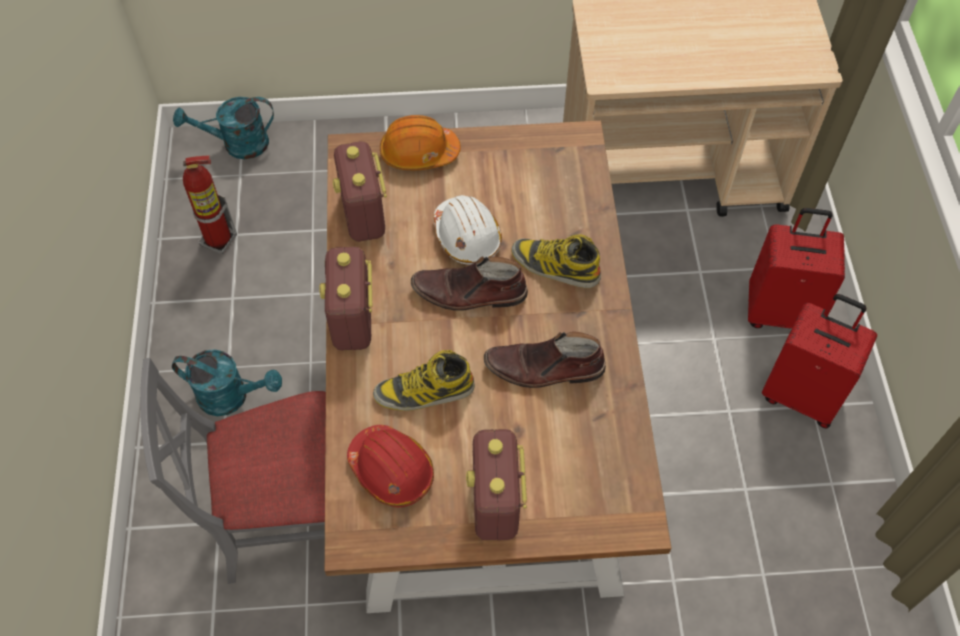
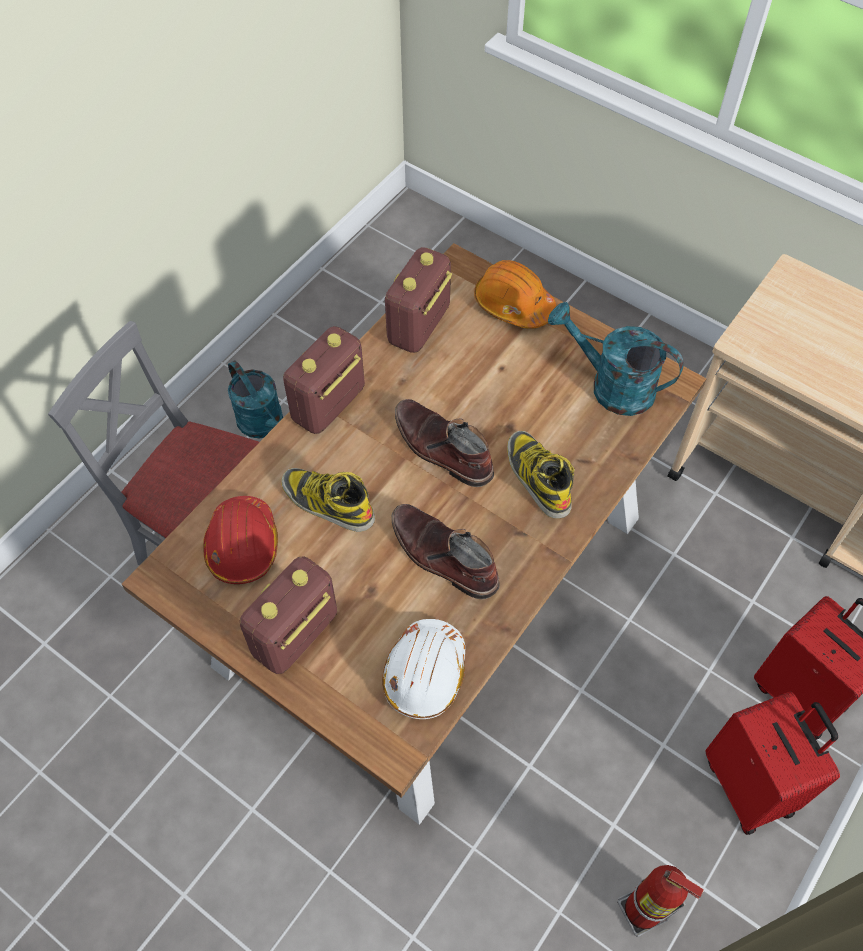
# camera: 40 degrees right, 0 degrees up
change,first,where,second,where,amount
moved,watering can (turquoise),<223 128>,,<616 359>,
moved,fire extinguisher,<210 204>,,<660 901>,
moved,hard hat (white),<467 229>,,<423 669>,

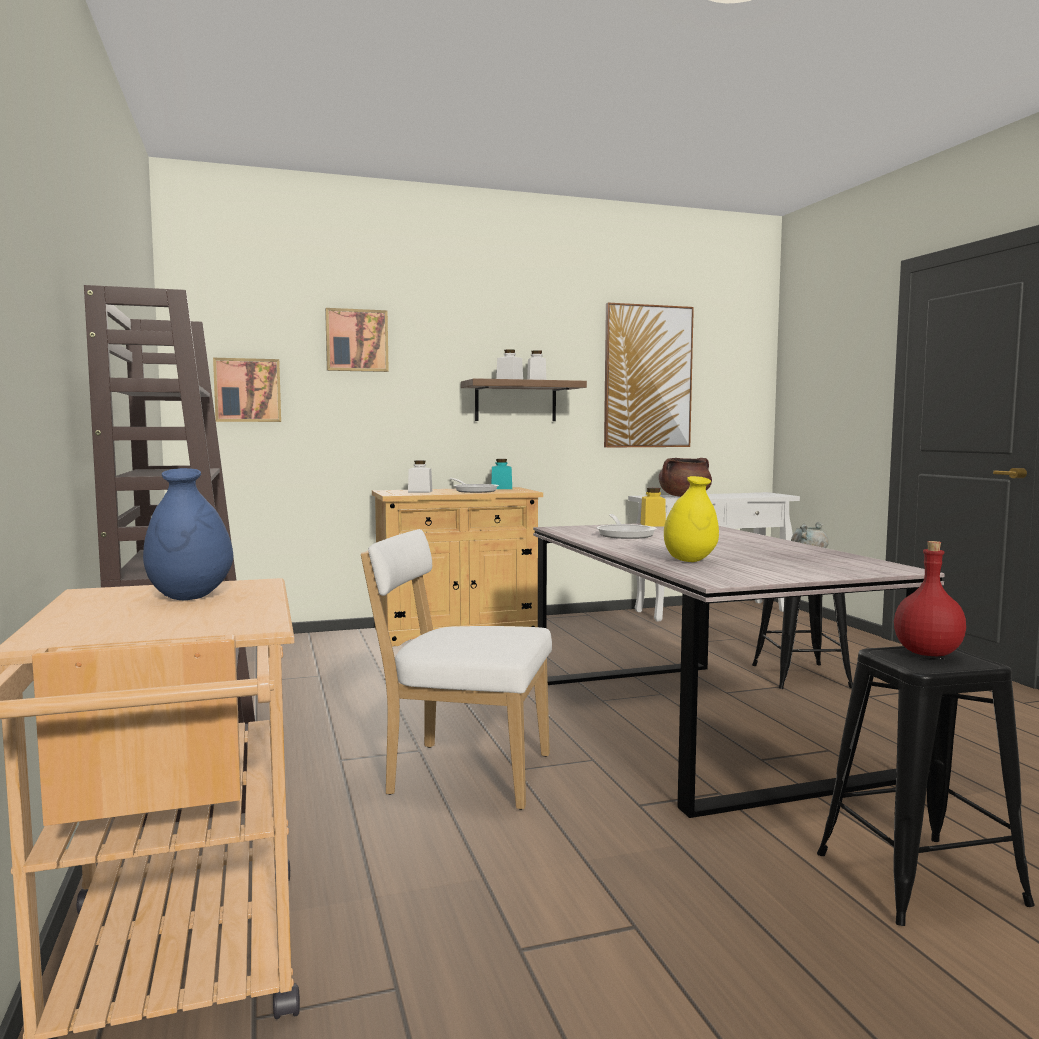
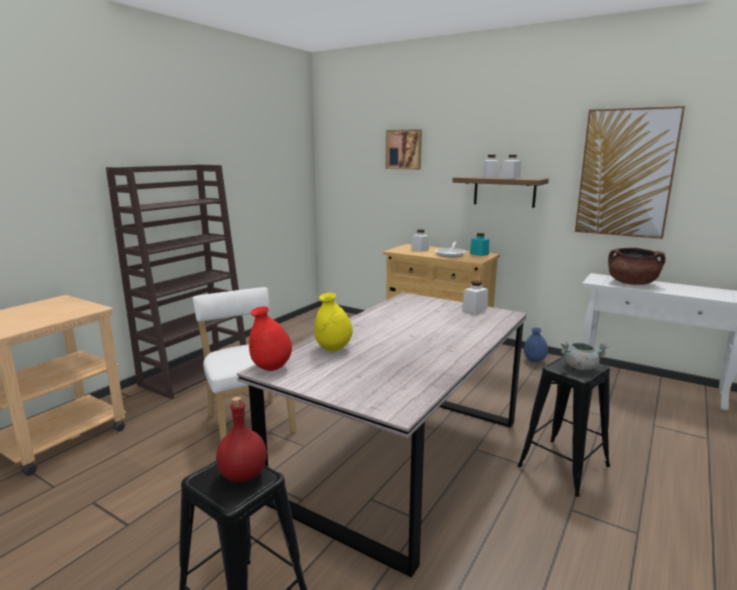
# camera: 50 degrees right, 10 degrees up
change,first,where,second,where,amount
removed,picture,<247 390>,,,
moved,vase (blue),<188 534>,,<536 344>,
recoloured,jar (yellow),<653 507>,jar (white),<475 296>,
removed,frying pan,<626 526>,,,
added,,,vase (red),<270 338>,

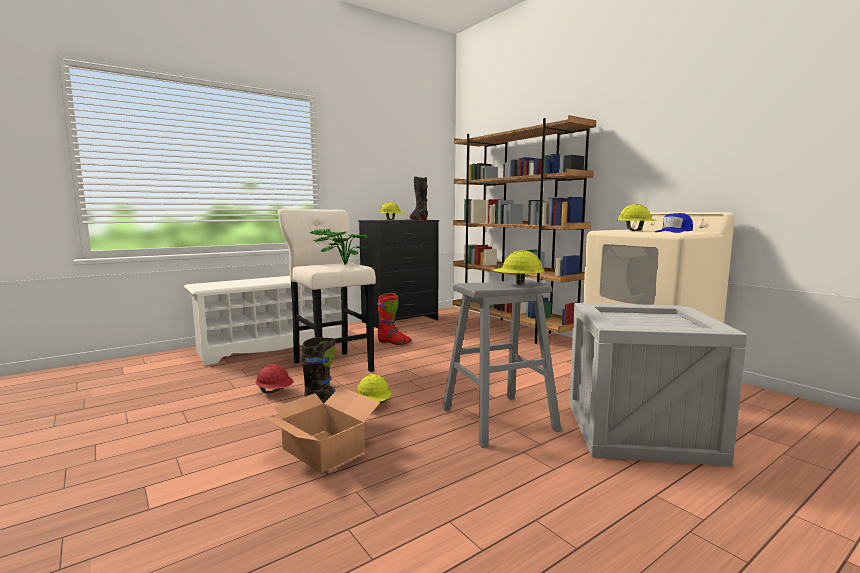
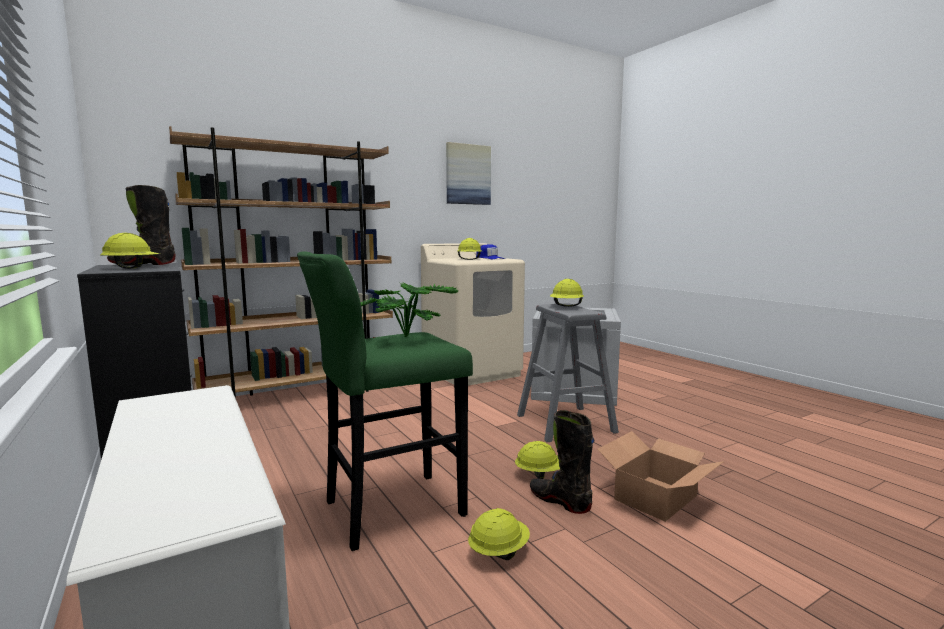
# camera: 85 degrees left, 0 degrees up
change,first,where,second,where,amount
recoloured,stool (beige),<327 290>,stool (green),<385 401>,
removed,boot (red),<394 319>,,,
recoloured,hard hat (red),<275 379>,hard hat (yellow),<499 534>,
added,,,picture,<468 173>,

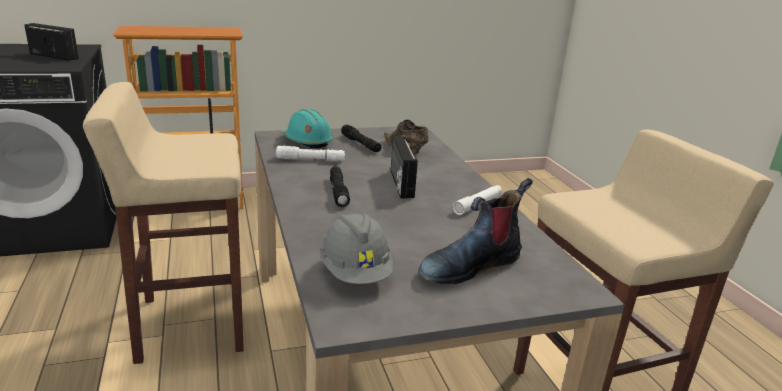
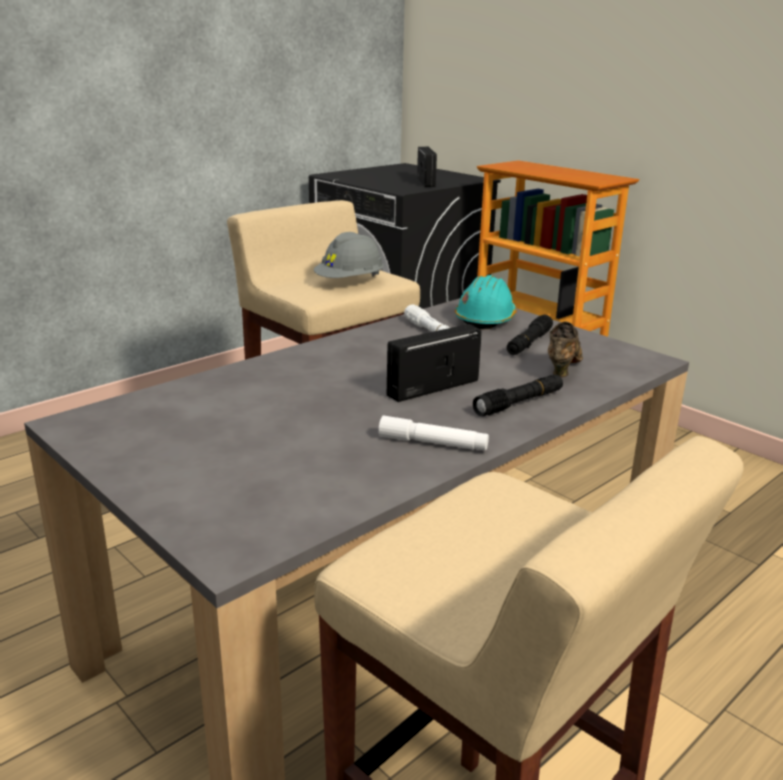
# camera: 65 degrees right, 0 degrees up
change,first,where,second,where,amount
moved,flashlight (black),<340 186>,,<518 395>,
removed,boot,<475 231>,,,
moved,hard hat (grey),<356 248>,,<349 255>,

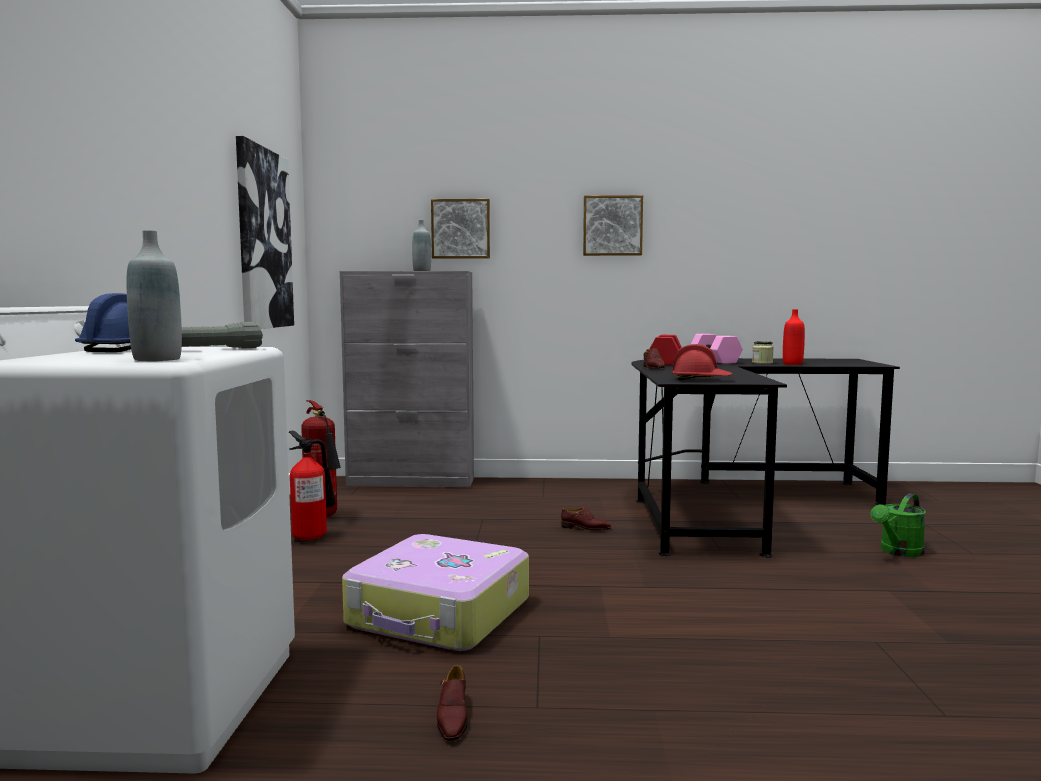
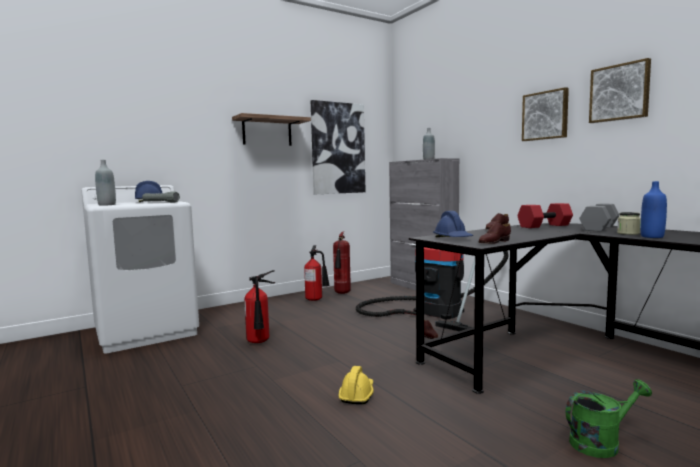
# camera: 55 degrees right, 0 degrees up
change,first,where,second,where,amount
moved,picture,<460 229>,,<620 90>,
recoloured,bottle (red),<794 337>,bottle (blue),<654 209>,
recoloured,dumbbell (pink),<717 349>,dumbbell (grey),<599 217>,
recoloured,hard hat (red),<703 362>,hard hat (blue),<453 224>,
turned,watering can (green),<898 525>,,<609 418>,150 degrees clockwise
replaced,suitcase,<435 592>,fire extinguisher,<259 306>,
moved,shoe (brown),<452 703>,,<494 233>,
added,,,shelf,<271 129>,
added,,,vacuum cleaner,<432 291>,
added,,,hard hat (yellow),<356 385>,

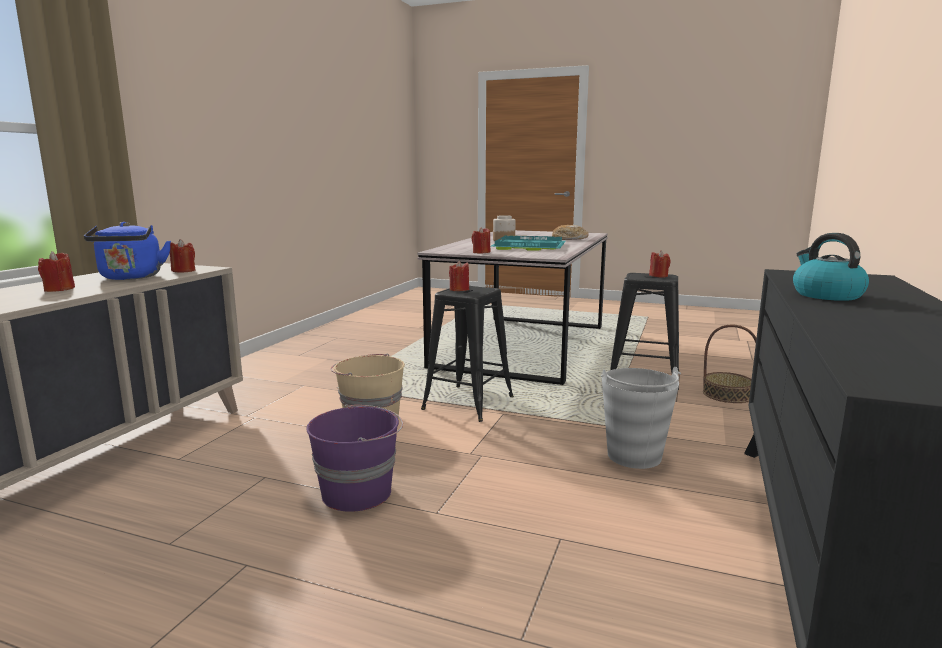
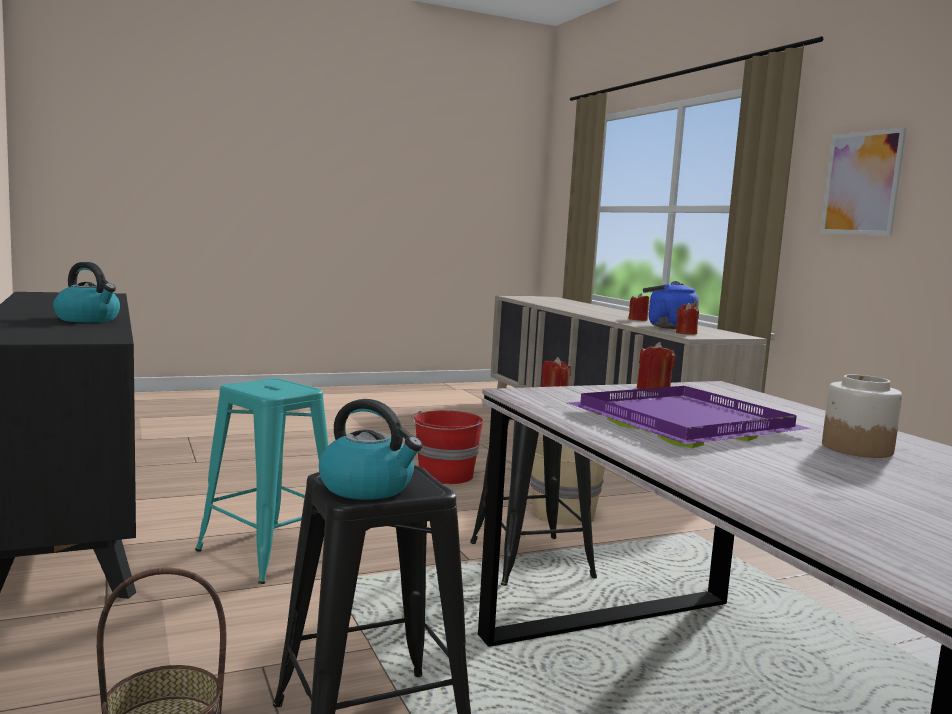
# camera: 135 degrees right, 5 degrees down
change,first,where,second,where,amount
removed,bread,<570 232>,,,
recoloured,tray (turquoise),<528 243>,tray (purple),<689 417>,
replaced,candle (red),<660 263>,kettle,<371 449>,
replaced,bucket (grey),<641 418>,stool (turquoise),<262 481>,
recoloured,bucket (purple),<354 458>,bucket (red),<447 447>,
added,,,picture,<863 181>,

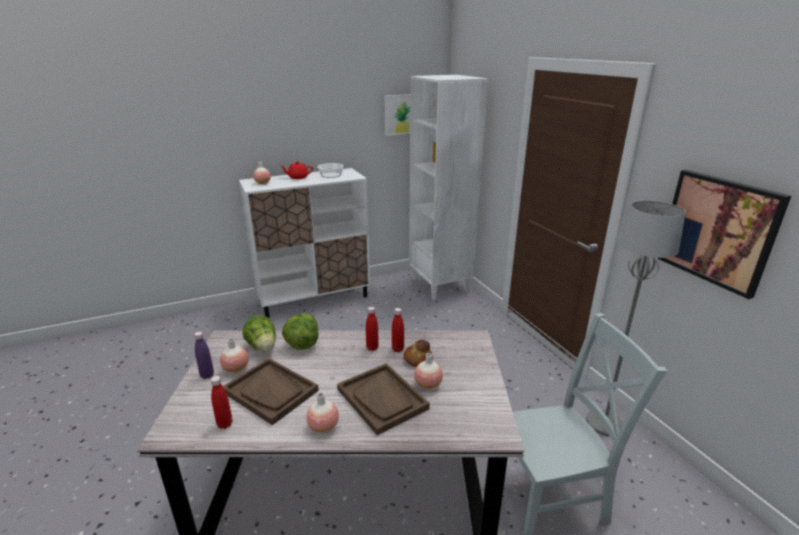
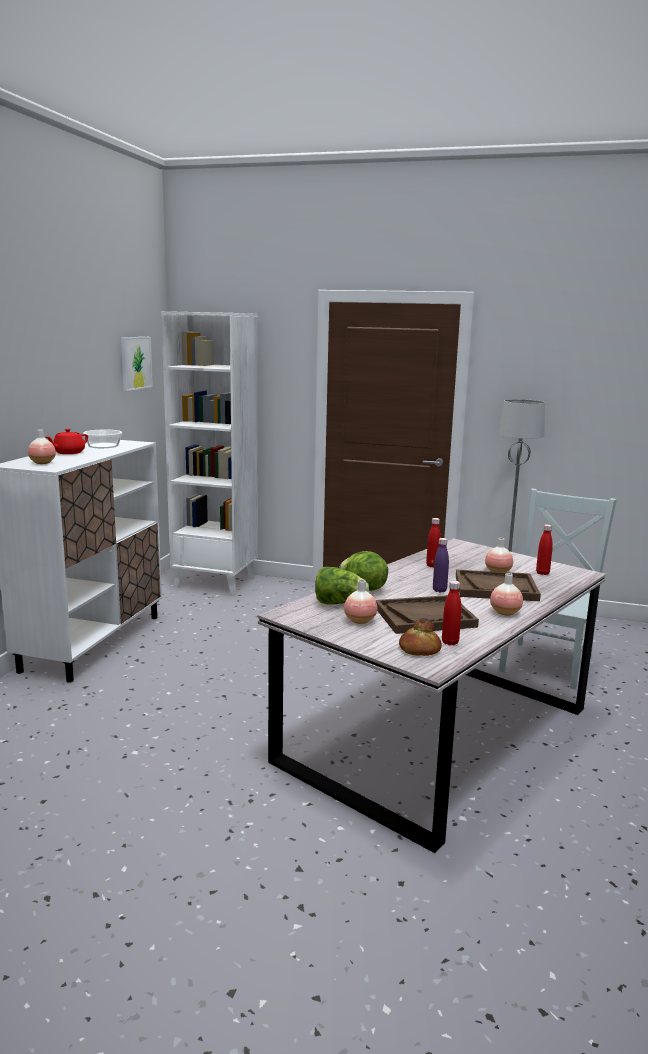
# camera: 50 degrees left, 10 degrees down
change,first,where,second,where,amount
removed,picture,<724 234>,,,
moved,bottle (red),<372 329>,,<544 549>,
moved,bottle (purple),<204 355>,,<441 565>,
moved,bread,<418 353>,,<420 637>,

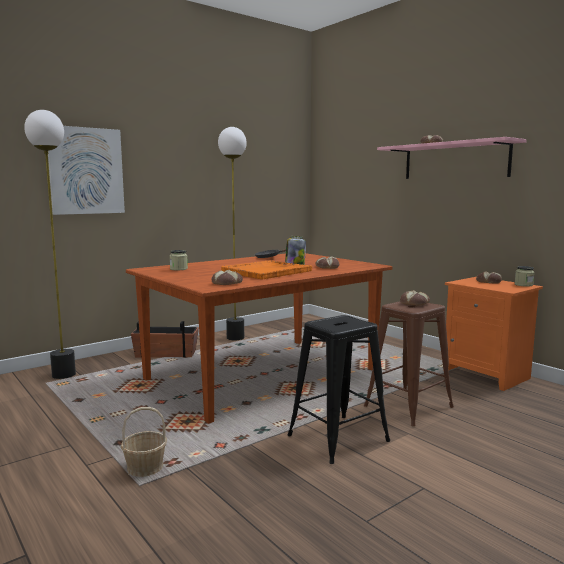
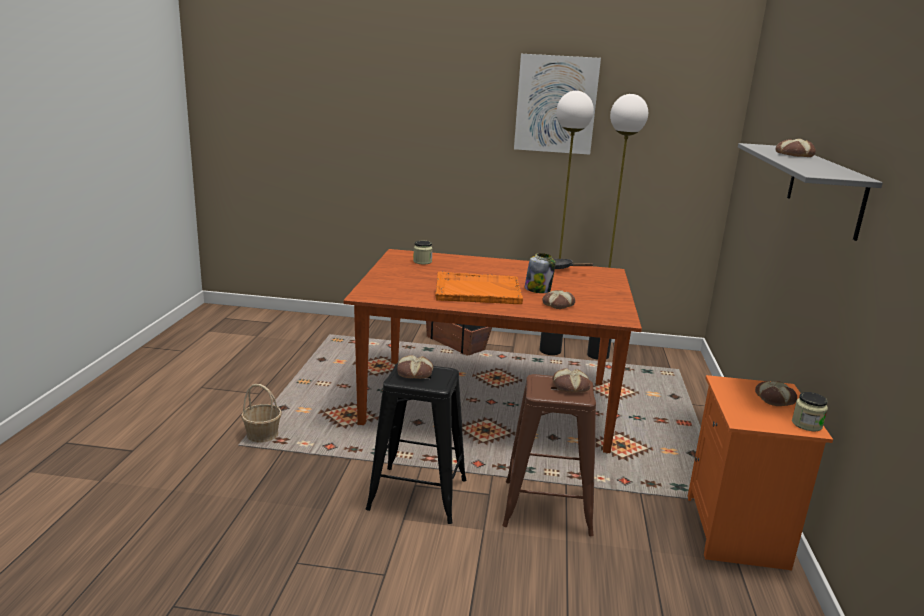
# camera: 45 degrees right, 10 degrees up
change,first,where,second,where,amount
moved,floor lamp,<50 244>,,<617 227>,
moved,picture,<86 170>,,<557 104>,
recoloured,shelf (pink),<452 158>,shelf (grey),<810 192>,
moved,bread,<227 277>,,<415 367>,

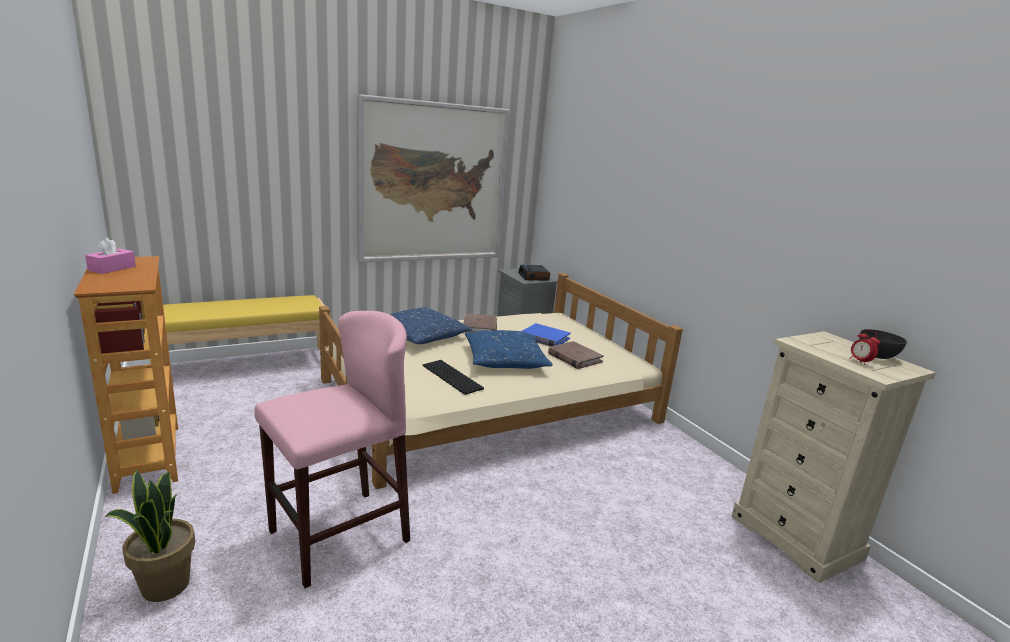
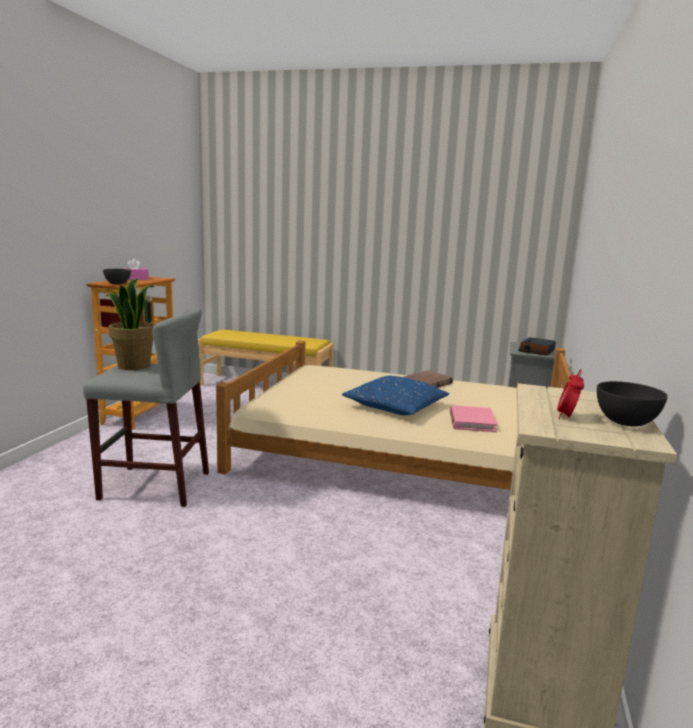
# camera: 45 degrees right, 5 degrees down
change,first,where,second,where,amount
removed,picture,<433 178>,,,
removed,pillow (blue),<431 326>,,,
recoloured,stool (pink),<332 449>,stool (grey),<146 407>,
removed,book (blue),<546 334>,,,
recoloured,book (brown),<576 355>,book (pink),<473 418>,
removed,keyboard,<453 377>,,,
moved,potted plant,<150 536>,,<130 324>,
added,,,bowl (grey),<117 276>,

